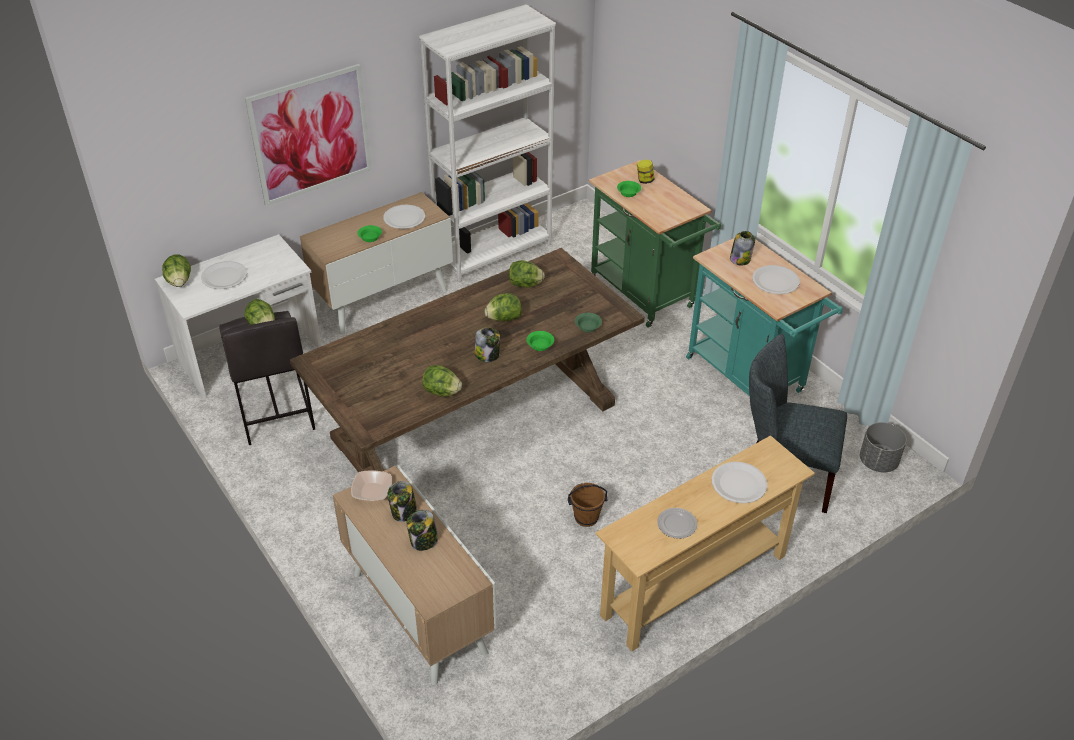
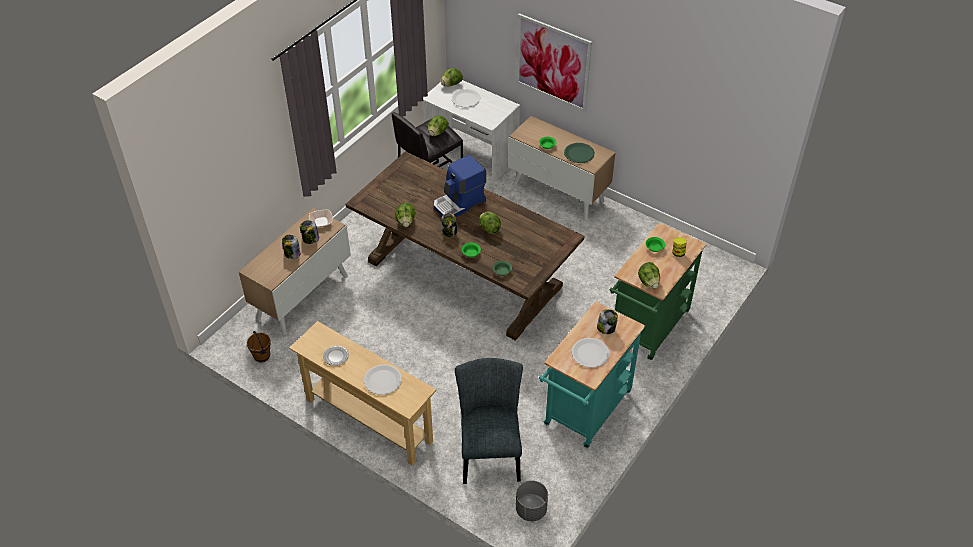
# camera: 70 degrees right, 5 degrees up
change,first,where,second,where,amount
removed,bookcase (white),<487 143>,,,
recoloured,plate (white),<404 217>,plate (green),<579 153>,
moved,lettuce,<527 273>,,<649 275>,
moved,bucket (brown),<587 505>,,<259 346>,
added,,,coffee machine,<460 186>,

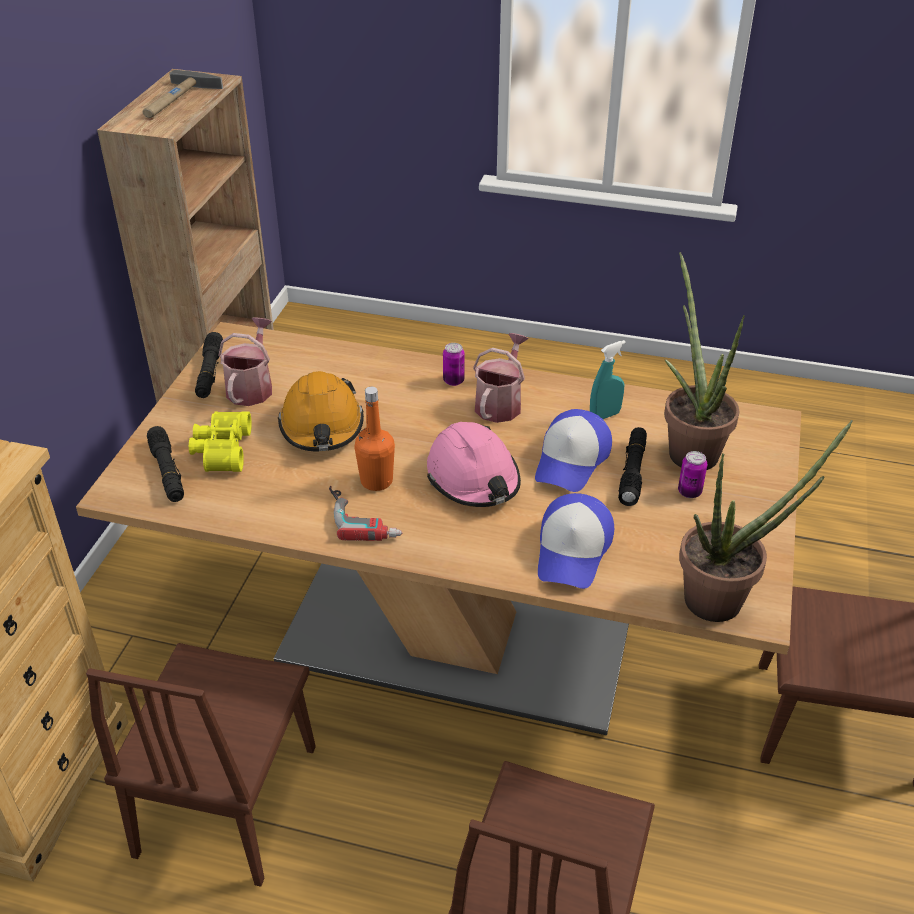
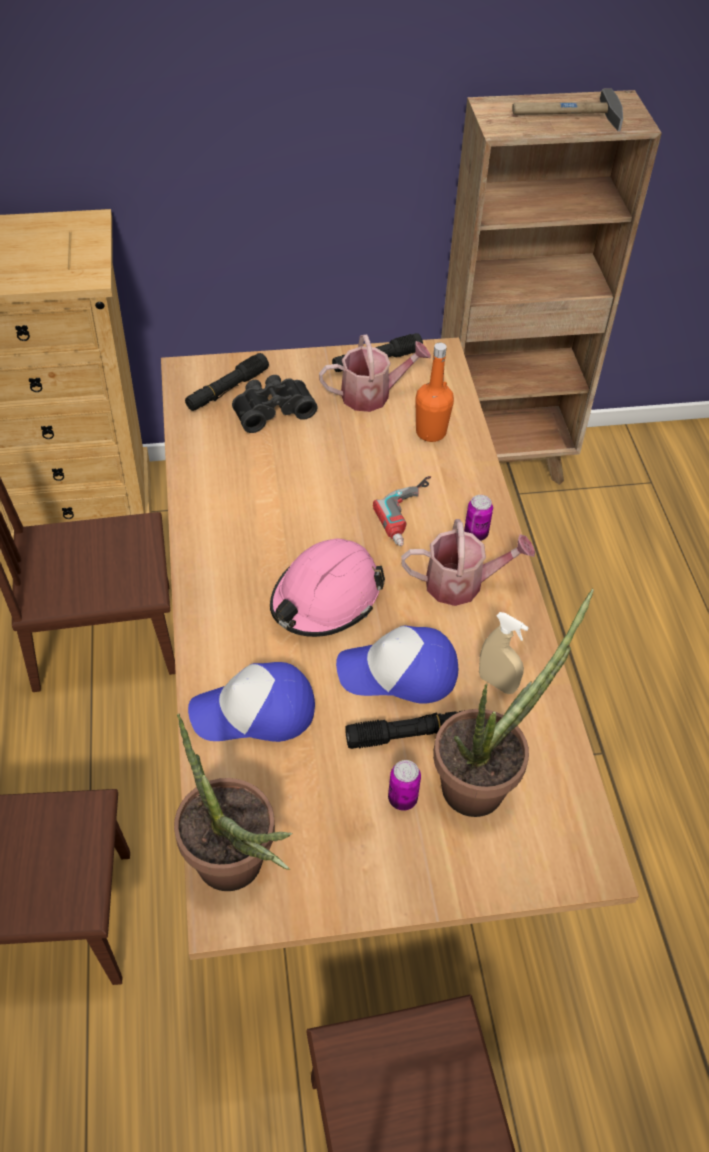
# camera: 65 degrees right, 10 degrees up
change,first,where,second,where,amount
recoloured,spray bottle (turquoise),<608 379>,spray bottle (beige),<504 653>,
removed,hard hat (orange),<321 411>,,,
moved,bottle (orange),<374 439>,,<434 392>,
recoloured,binoculars (yellow),<220 441>,binoculars (black),<275 404>,
moved,power drill,<365 513>,,<402 511>,

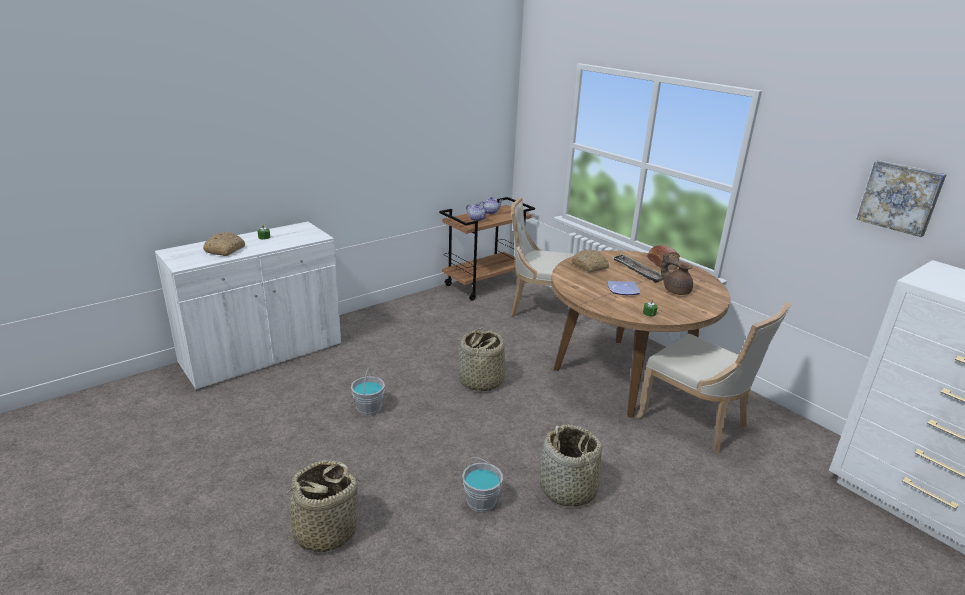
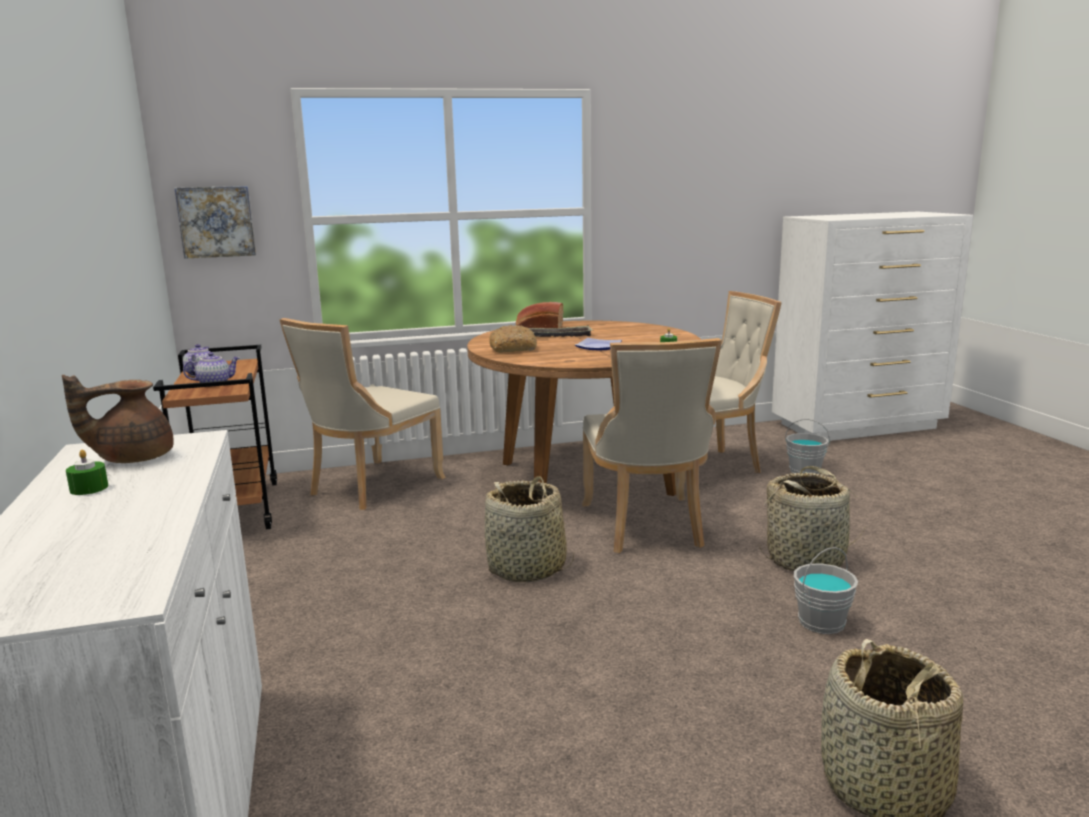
# camera: 65 degrees left, 10 degrees down
change,first,where,second,where,amount
moved,picture,<901 198>,,<215 222>,
removed,bread,<224 244>,,,
moved,teapot (brown),<677 274>,,<118 419>,
moved,bucket (grey),<368 392>,,<807 446>,
added,,,chair (beige),<652 445>,

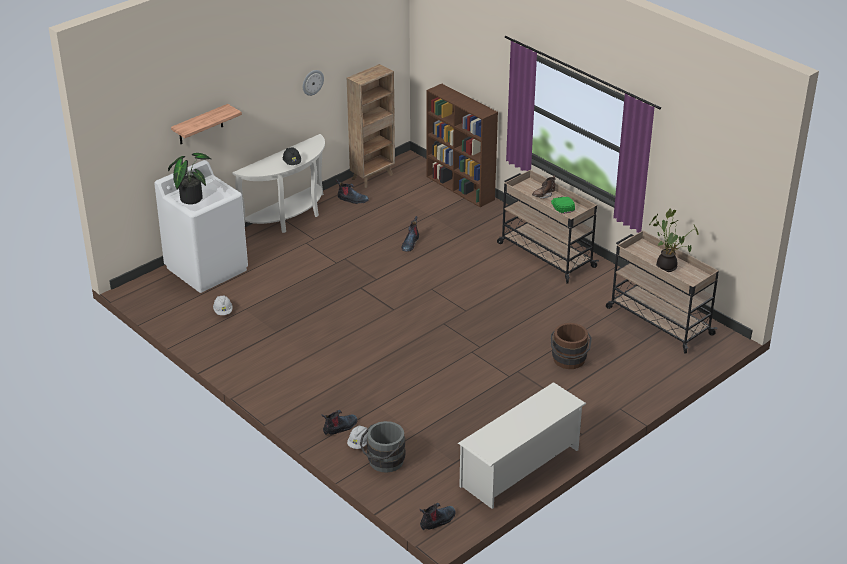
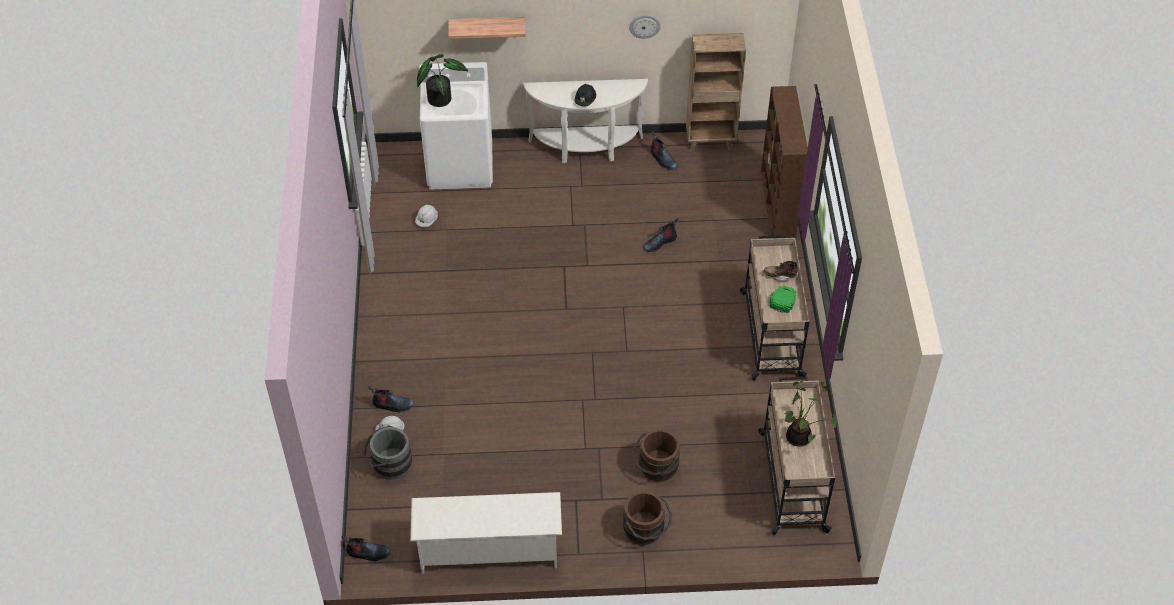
# camera: 40 degrees right, 15 degrees up
change,first,where,second,where,amount
added,,,bucket (brown),<647 518>,

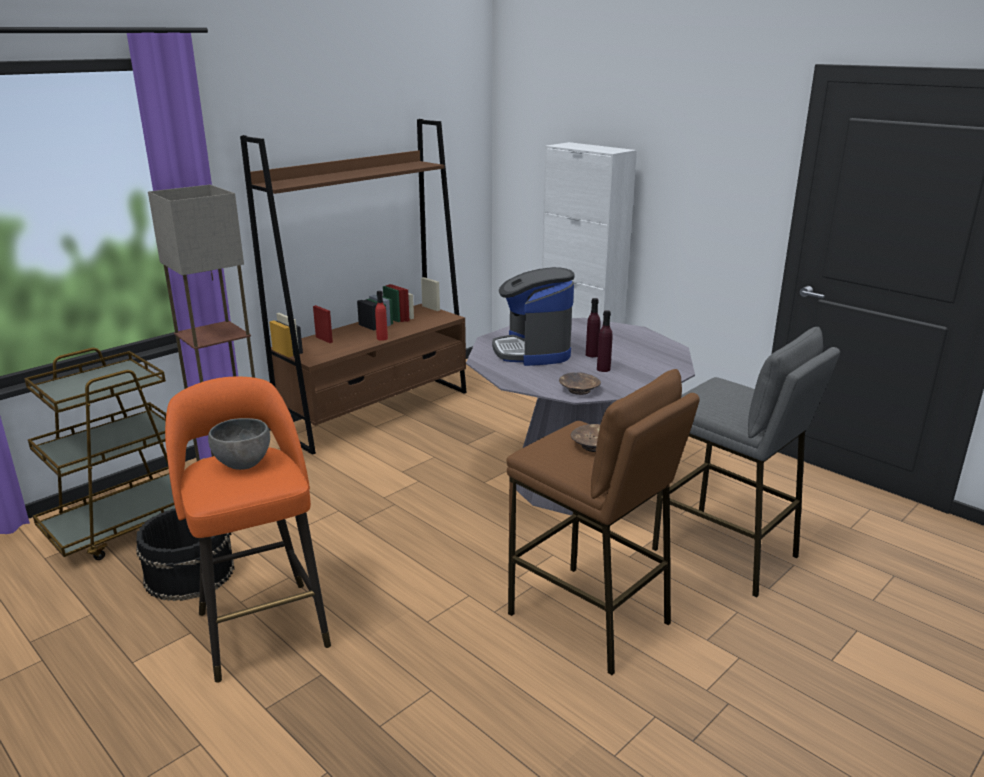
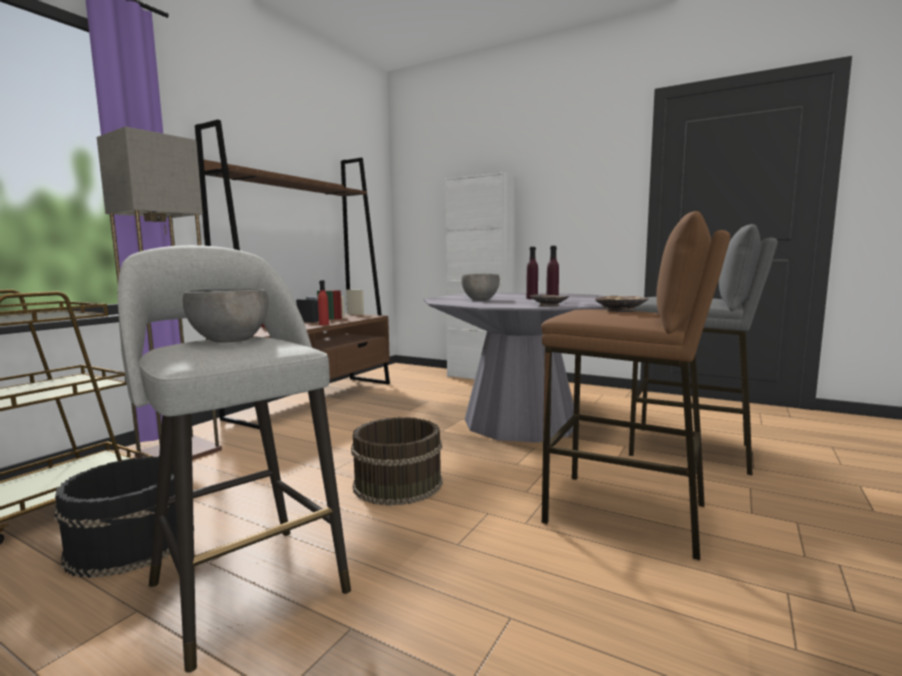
# camera: 15 degrees left, 15 degrees down
change,first,where,second,where,amount
replaced,coffee machine,<533 316>,bowl (grey),<480 287>,
recoloured,stool (orange),<248 530>,stool (grey),<234 459>,
added,,,bucket (brown),<397 461>,

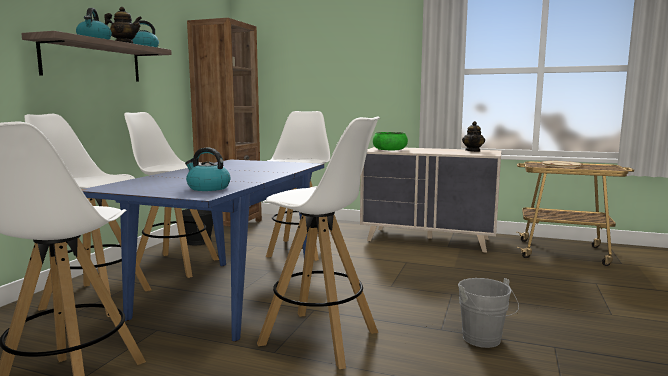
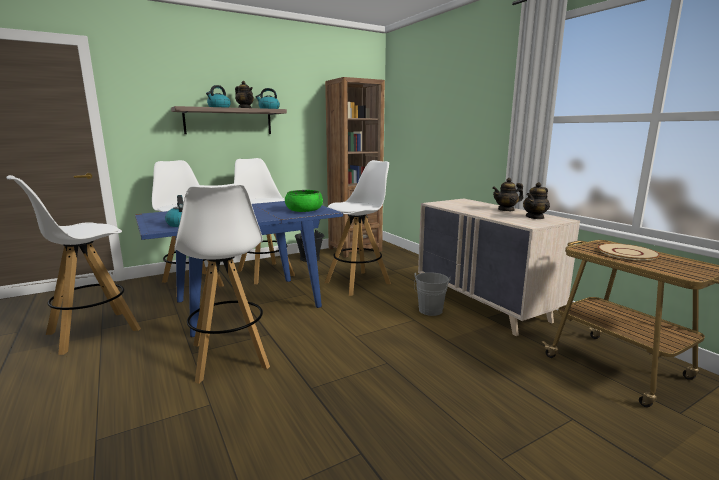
# camera: 40 degrees right, 5 degrees up
change,first,where,second,where,amount
moved,bowl (green),<390 141>,,<304 201>,
moved,bucket (grey),<488 313>,,<432 294>,
added,,,teapot,<507 194>,

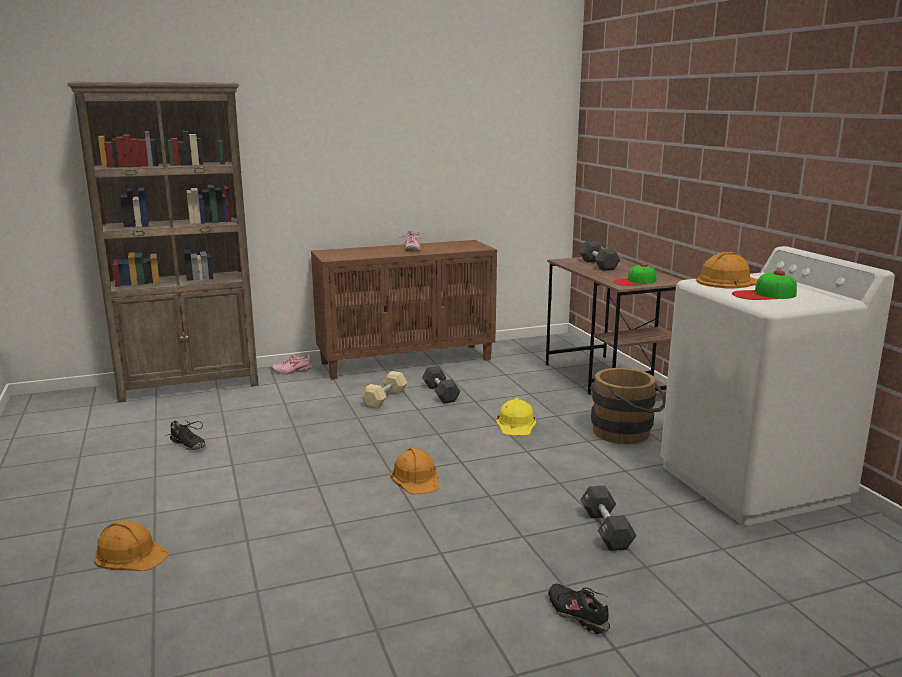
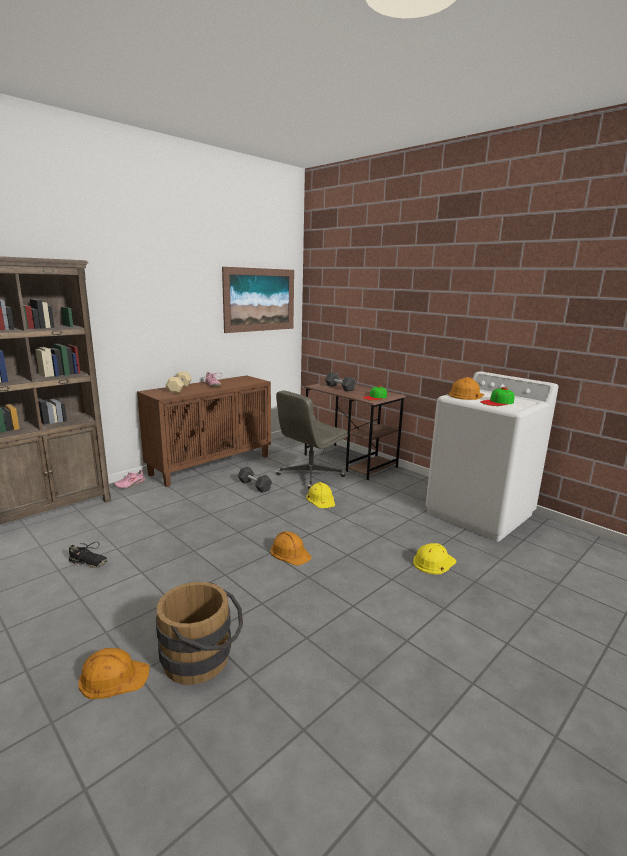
# camera: 25 degrees left, 0 degrees up
change,first,where,second,where,amount
moved,bucket (brown),<628 406>,,<199 633>,
moved,dumbbell (beige),<384 390>,,<178 382>,
replaced,dumbbell (black),<608 518>,hard hat (yellow),<434 558>,
removed,shoe (black),<579 608>,,,
added,,,picture,<258 300>,
added,,,office chair (grey),<312 439>,

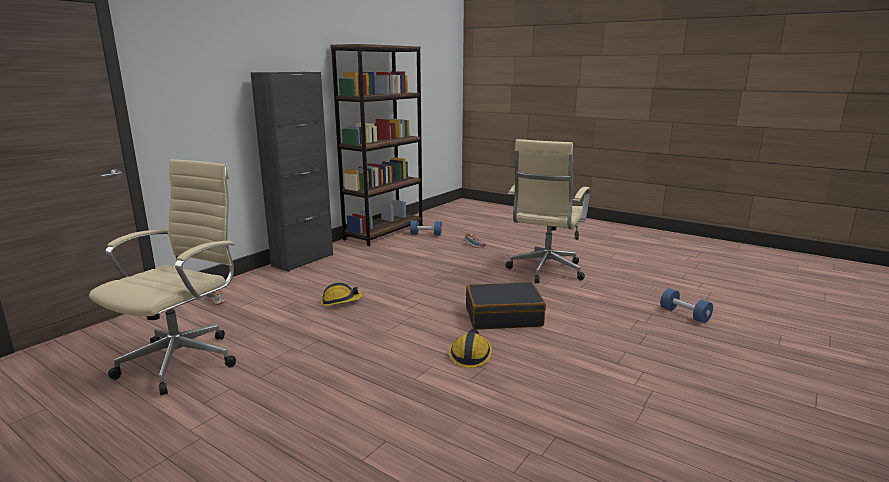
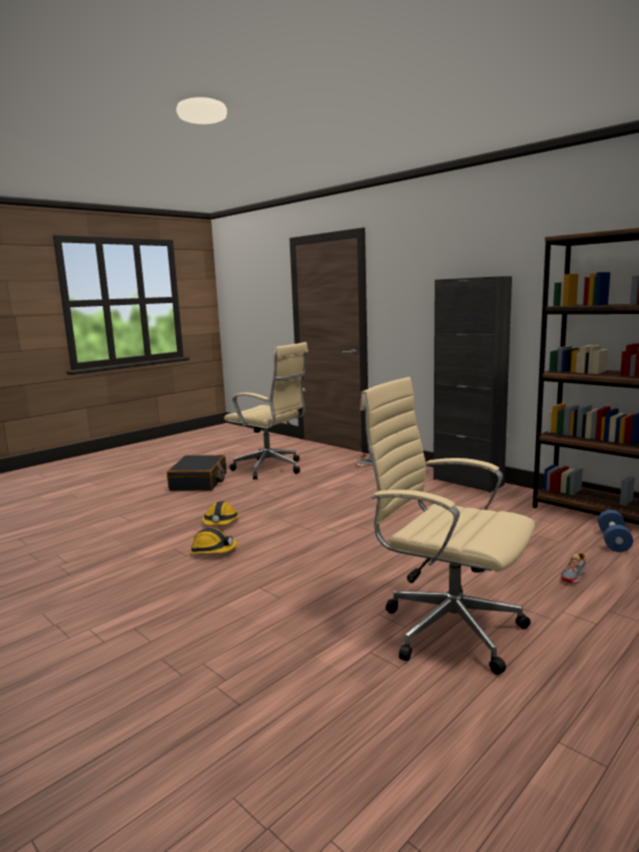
# camera: 100 degrees right, 5 degrees down
change,first,where,second,where,amount
moved,hard hat,<342 294>,,<221 513>,
moved,suitcase (black),<506 306>,,<196 473>,
removed,dumbbell (blue),<686 305>,,,

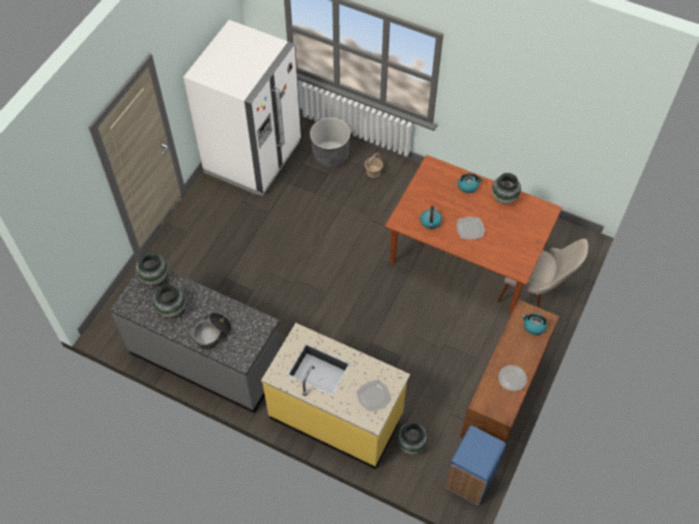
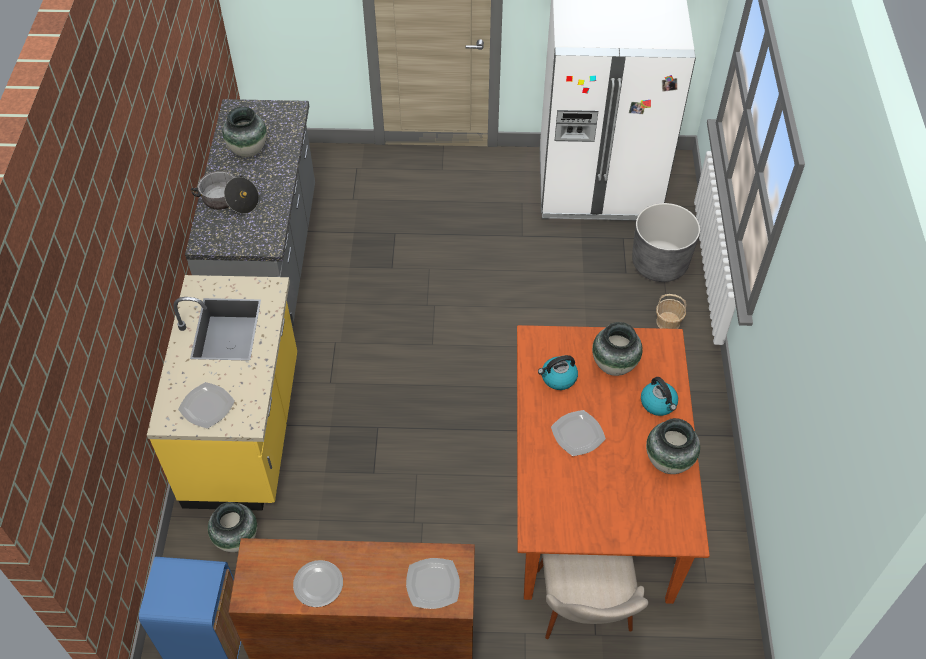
# camera: 65 degrees right, 5 degrees down
change,first,where,second,where,amount
moved,vase,<152 268>,,<617 349>,
replaced,kettle,<534 324>,plate,<433 583>,

